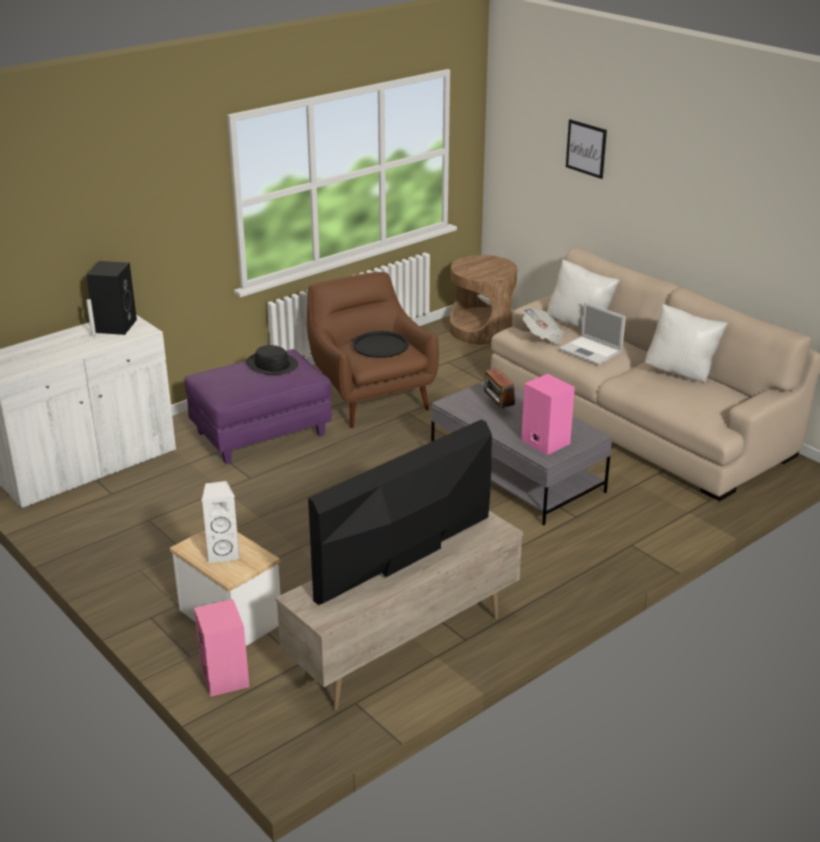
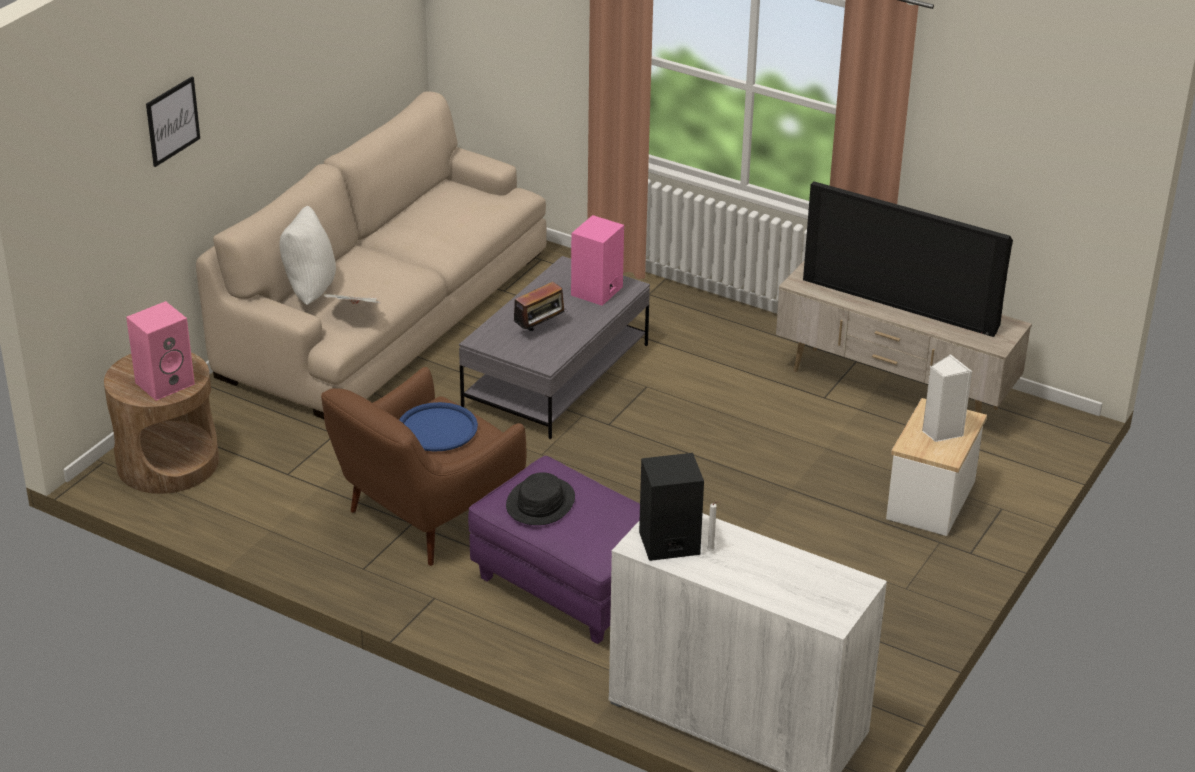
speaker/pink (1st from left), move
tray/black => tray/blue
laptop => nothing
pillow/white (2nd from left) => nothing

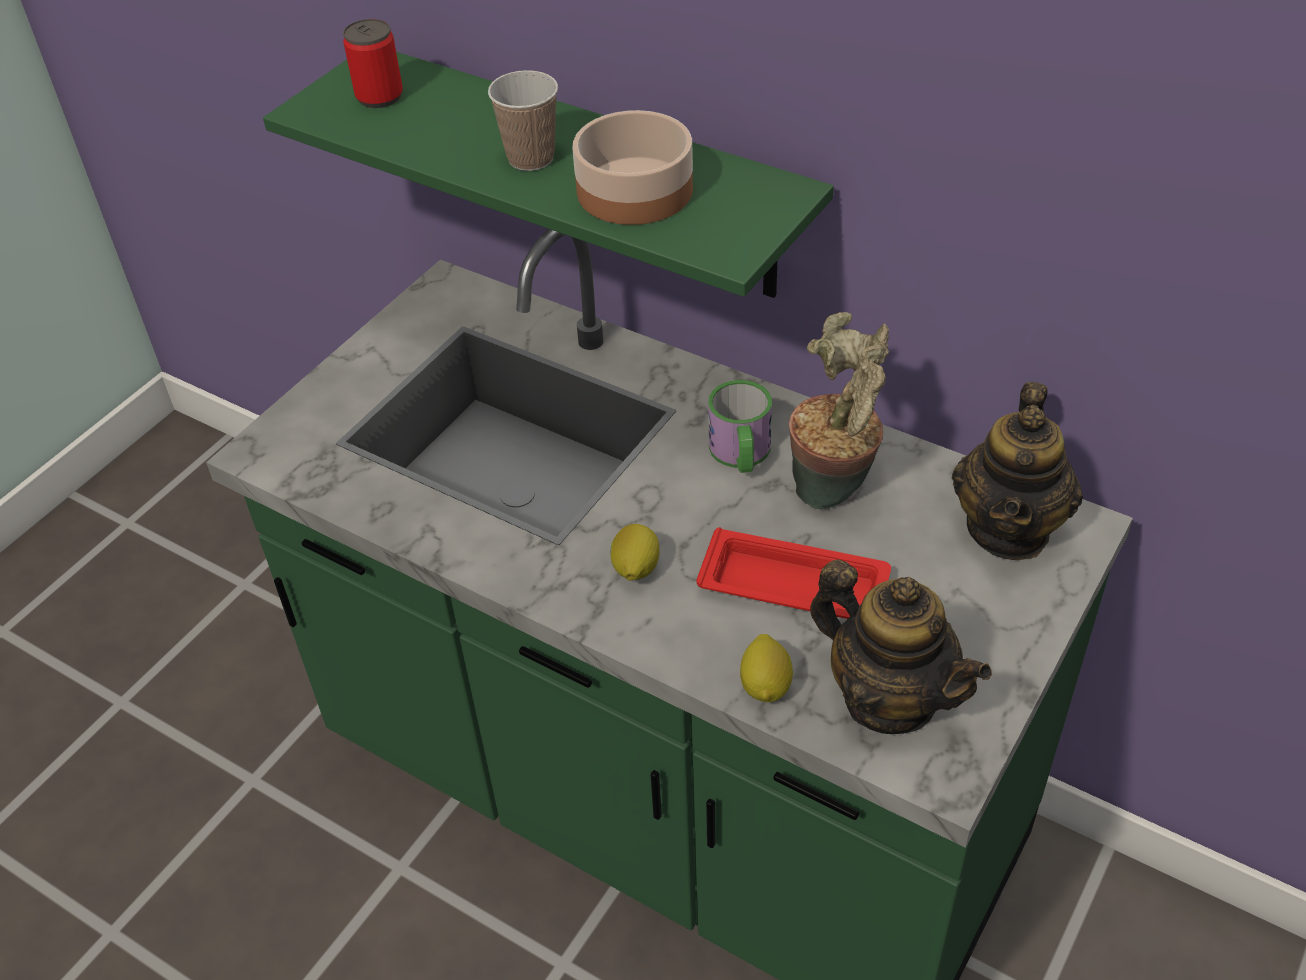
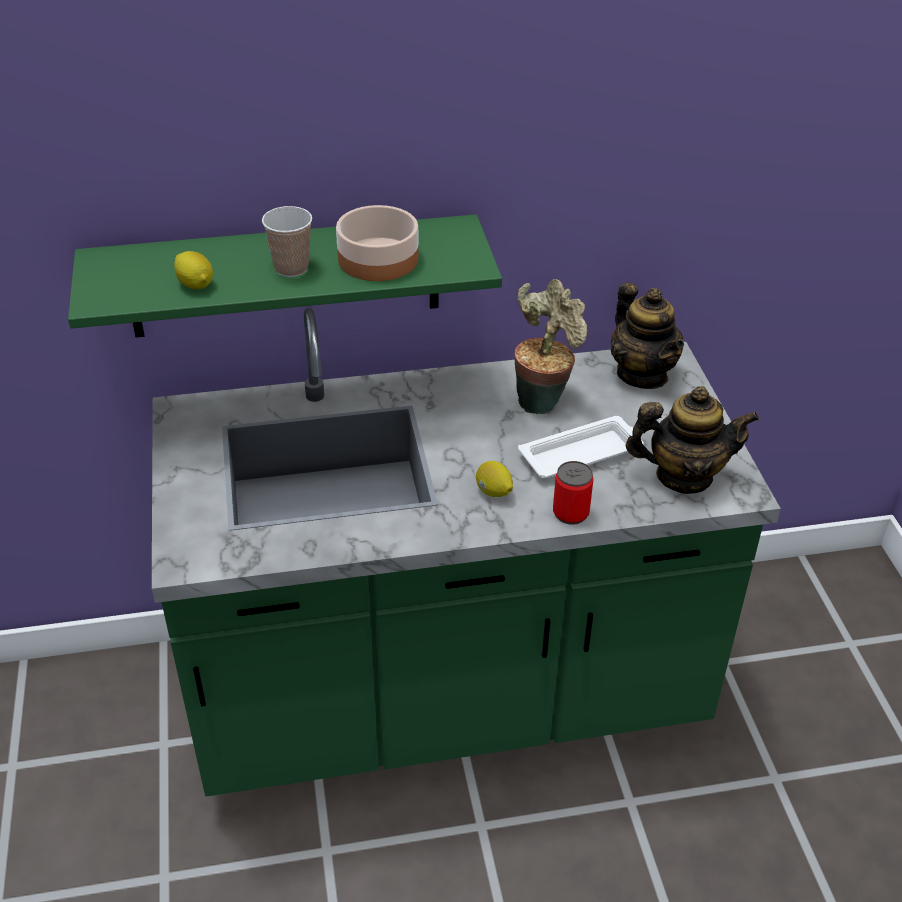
lemon (2nd from left in the first image) => lemon (1st from left), move
tray/red => tray/white
can, move
mug => nothing

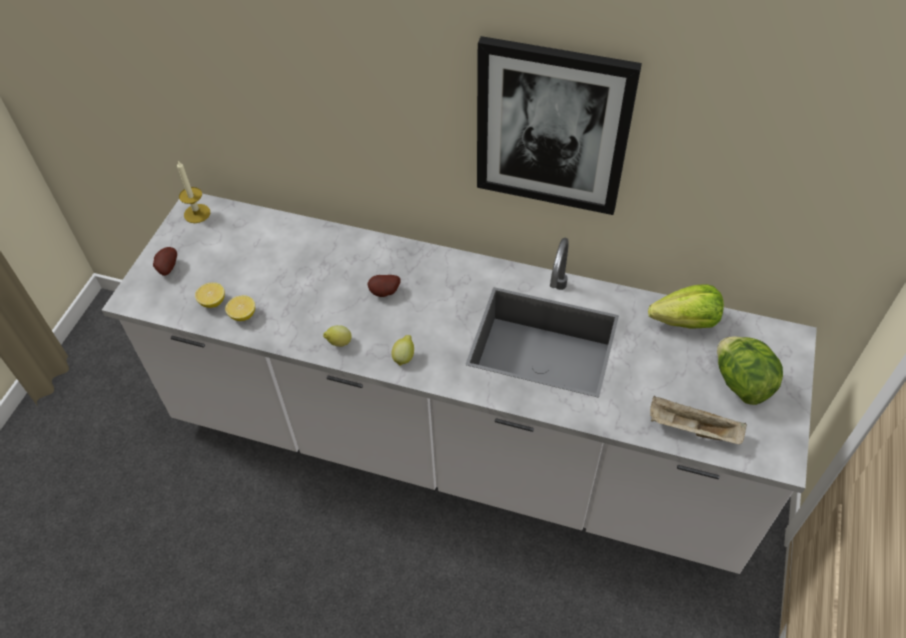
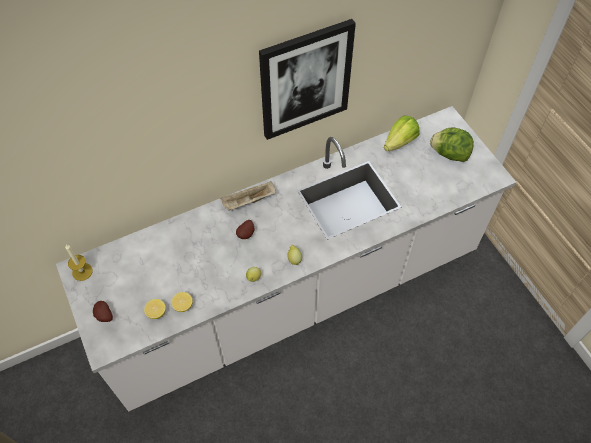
tray/beige, move

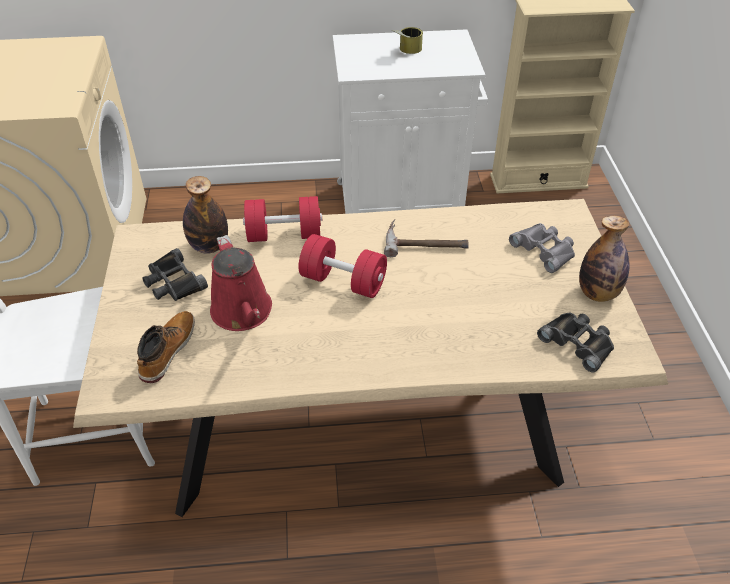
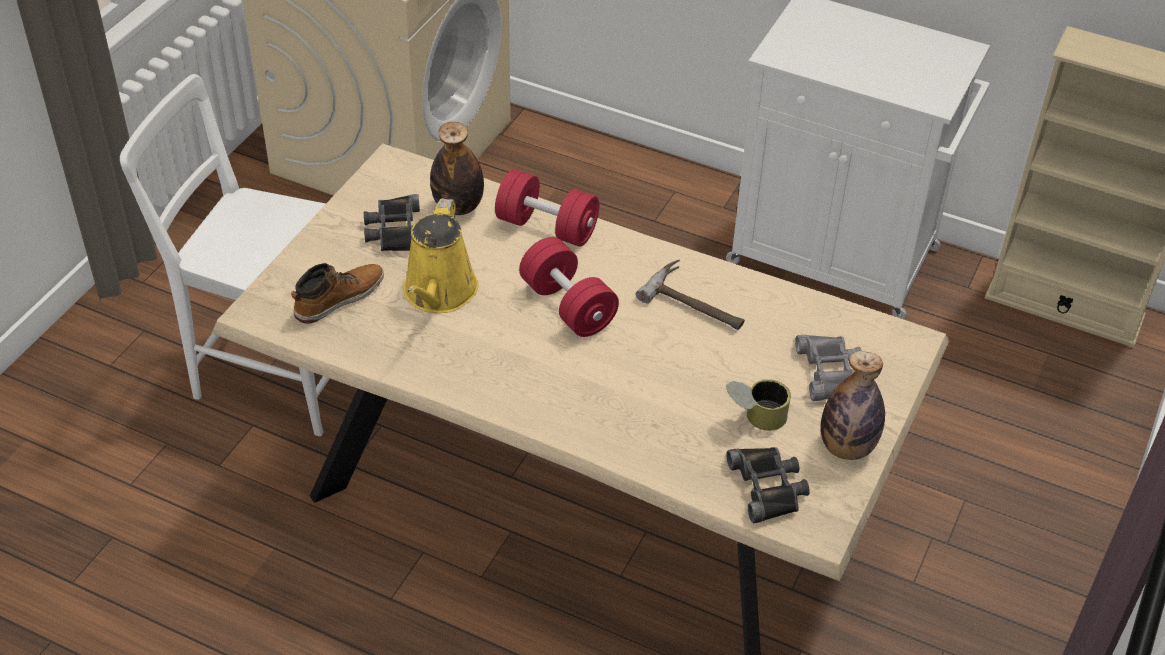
watering can/red => watering can/yellow
can, move

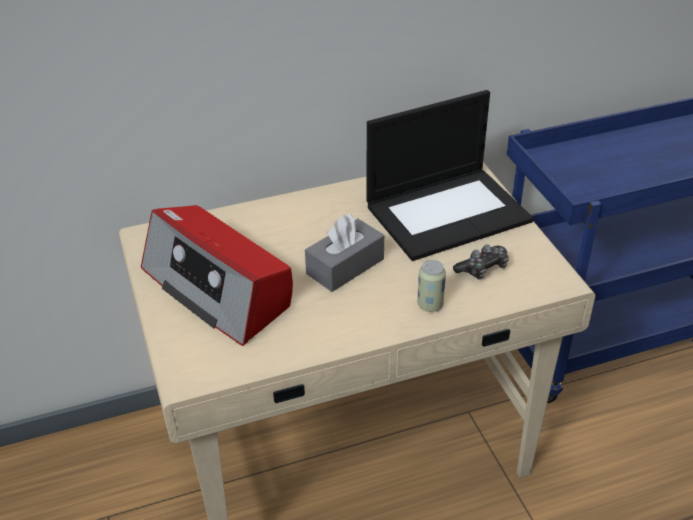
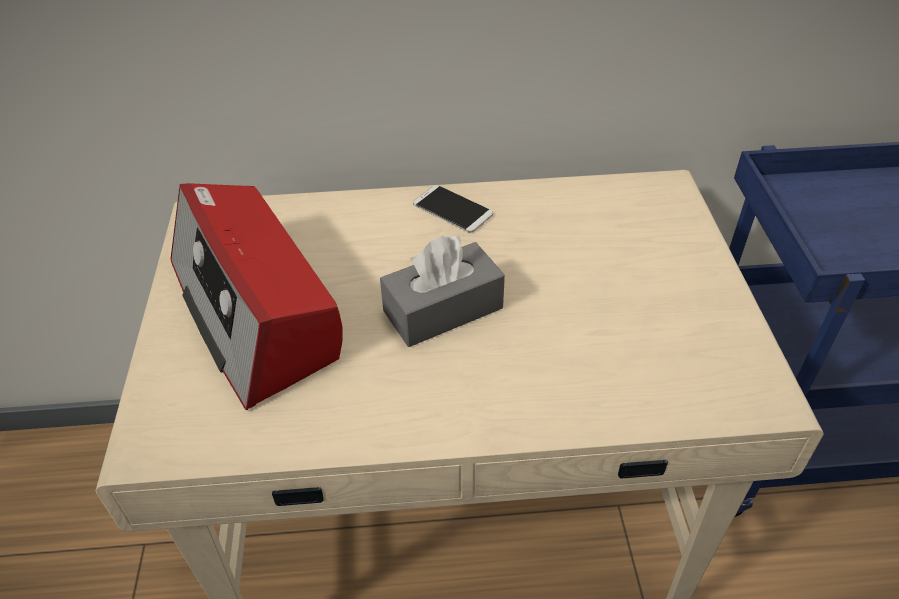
nothing => phone
laptop => nothing
can => nothing
game controller => nothing

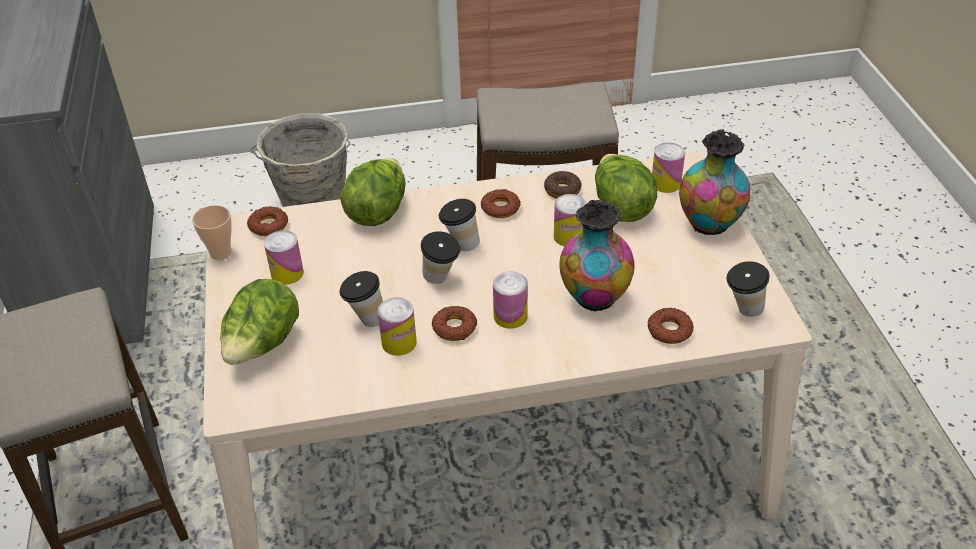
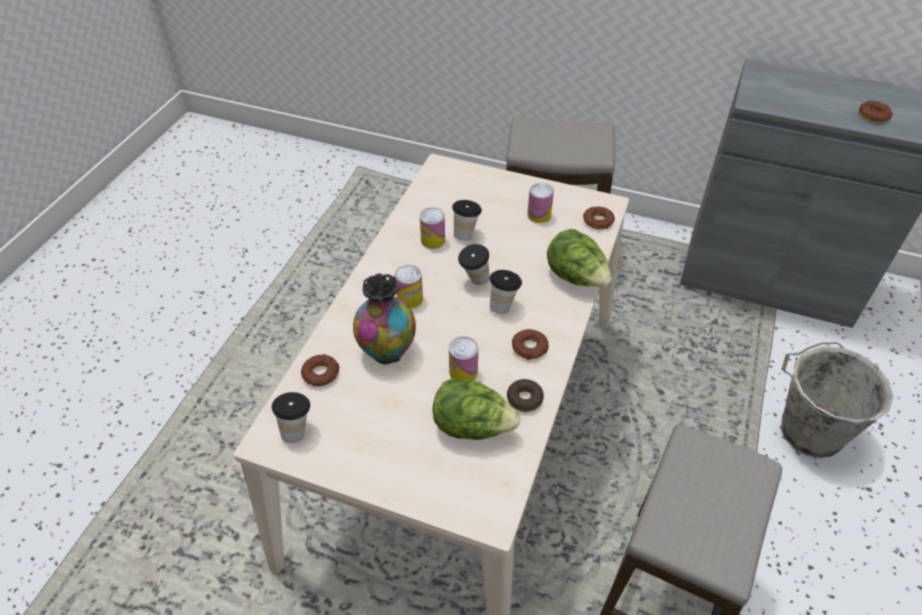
donut (2nd from left in the first image) => donut (5th from left), move
cup (1st from left) => nothing
lettuce (1st from left) => nothing
can (5th from left) => nothing
vase (2nd from left) => nothing

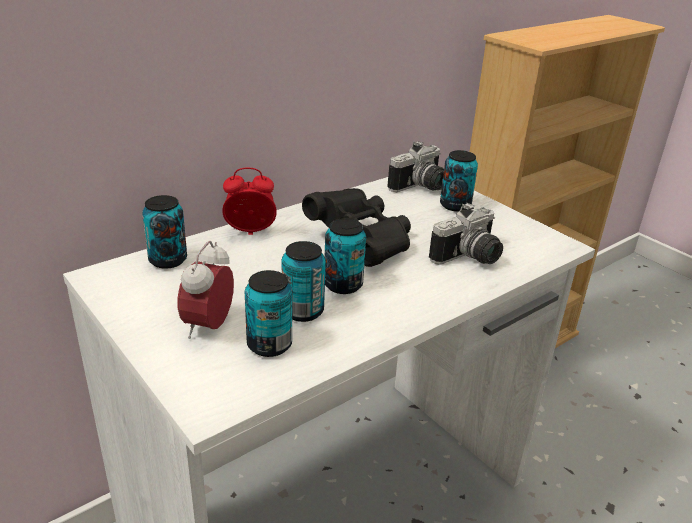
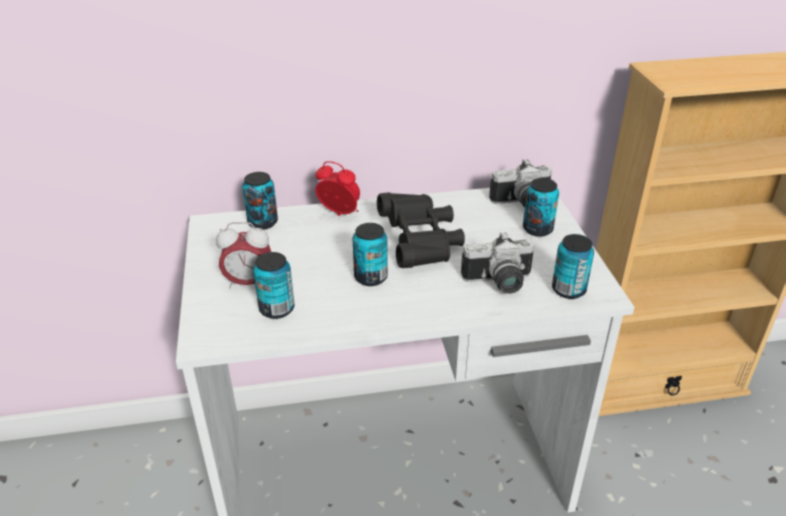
alarm clock (1st from left), 135 degrees counterclockwise
can (3rd from left in the first image) => can (5th from left), move

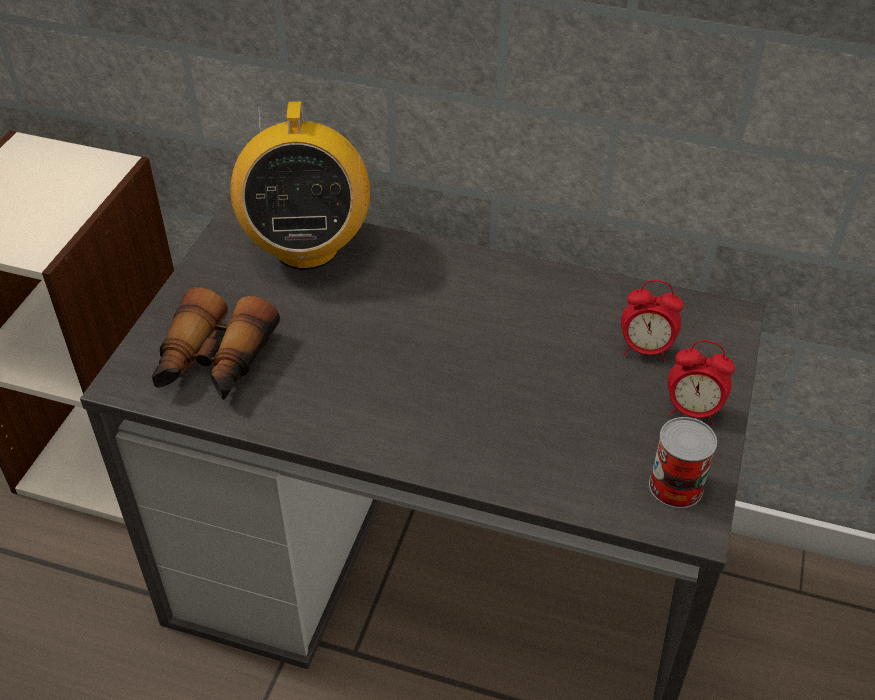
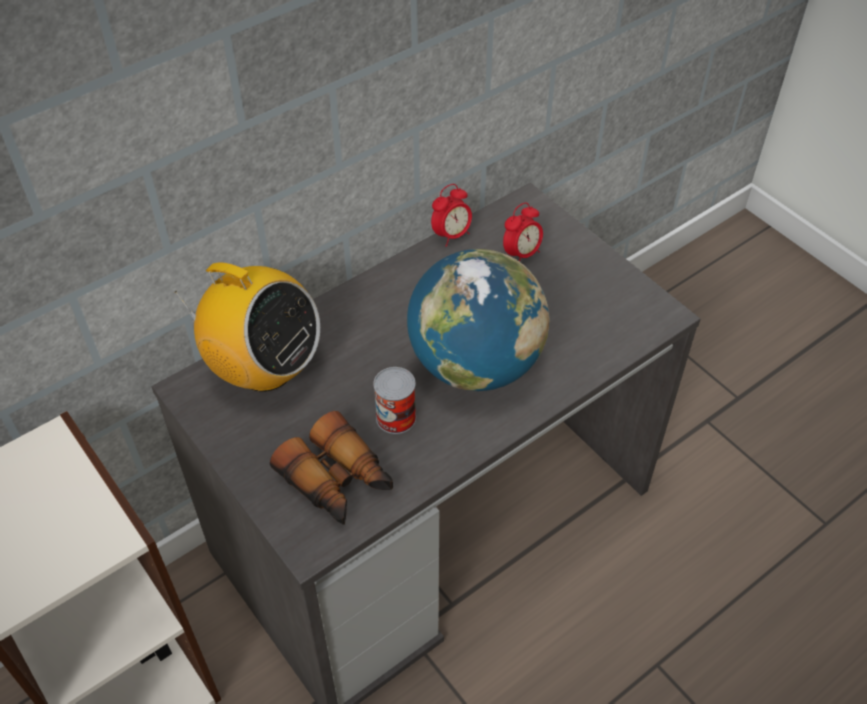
can, move
nothing => globe
alarm clock (2nd from left in the first image) => alarm clock (1st from left), move

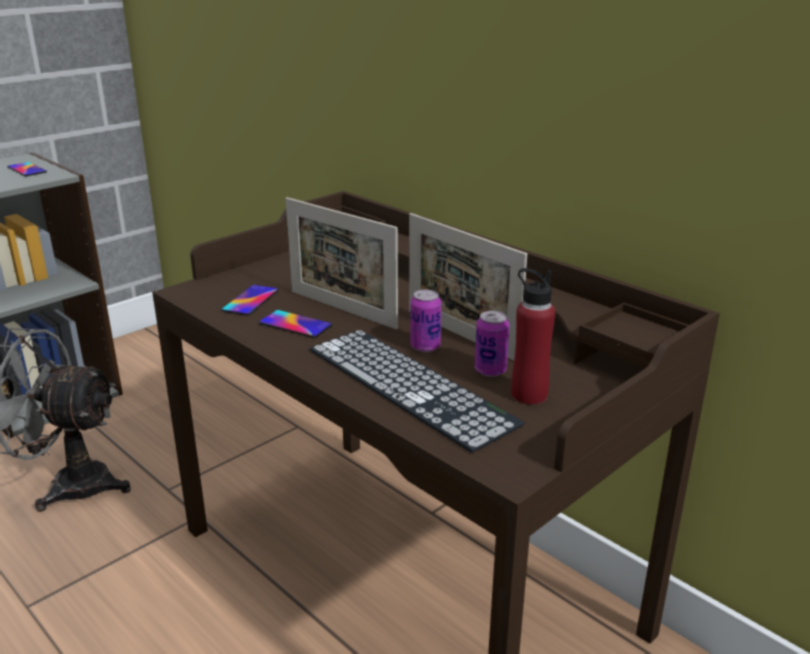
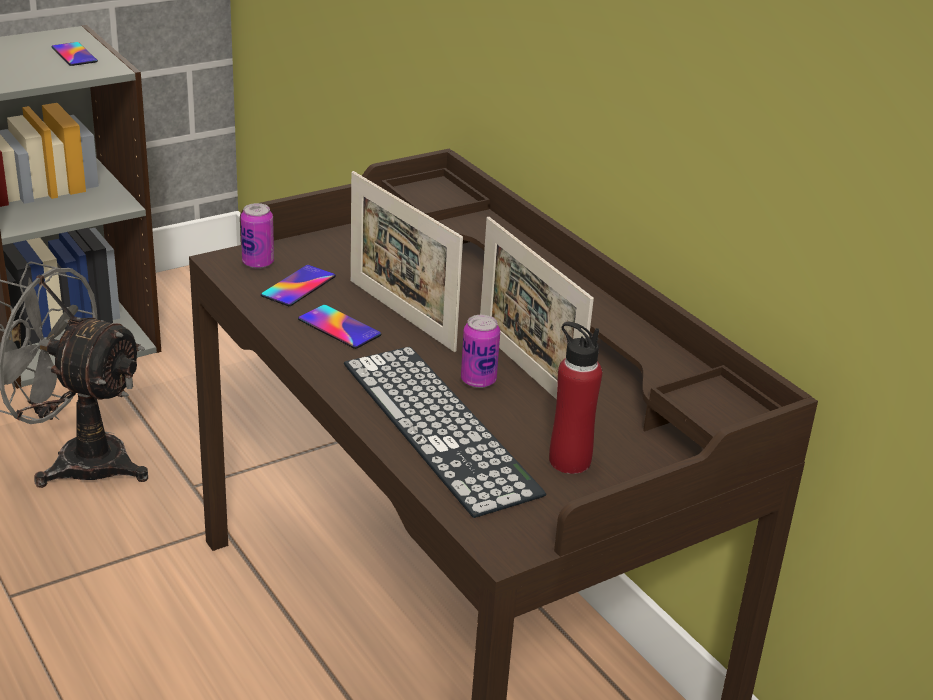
can (2nd from left in the first image) => can (1st from left), move

